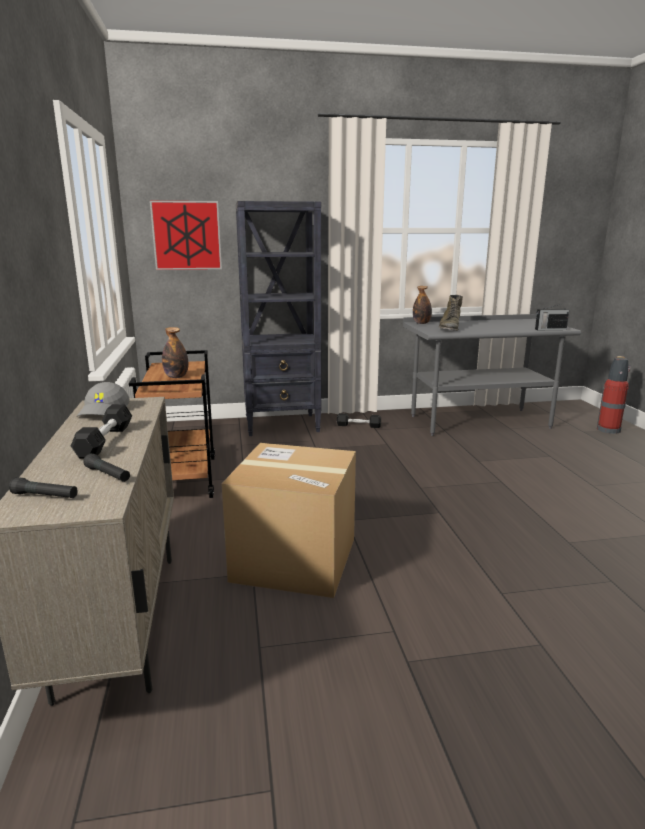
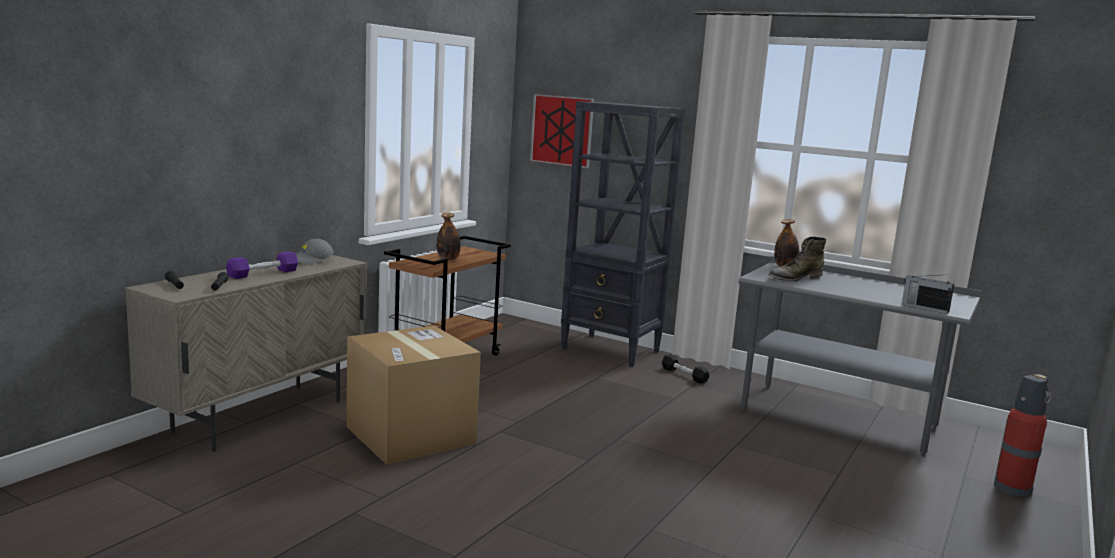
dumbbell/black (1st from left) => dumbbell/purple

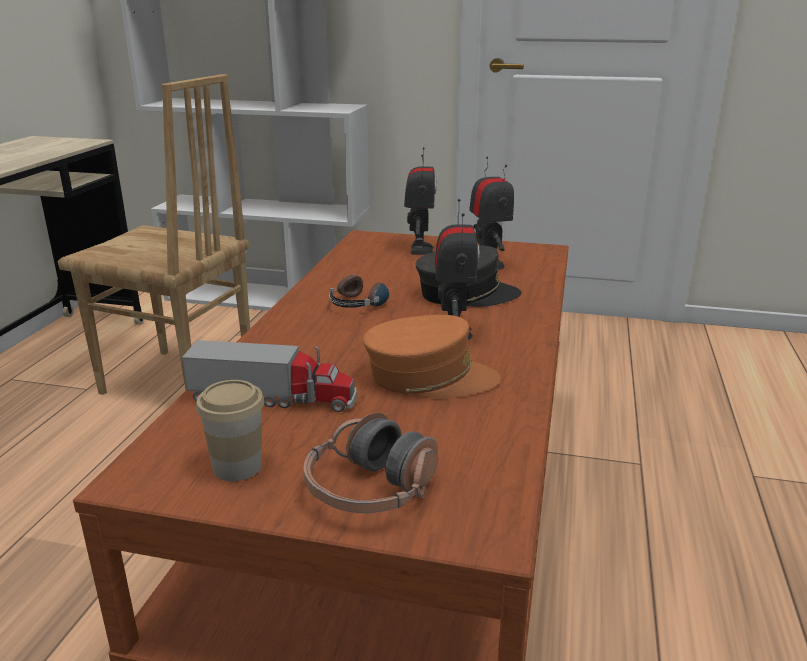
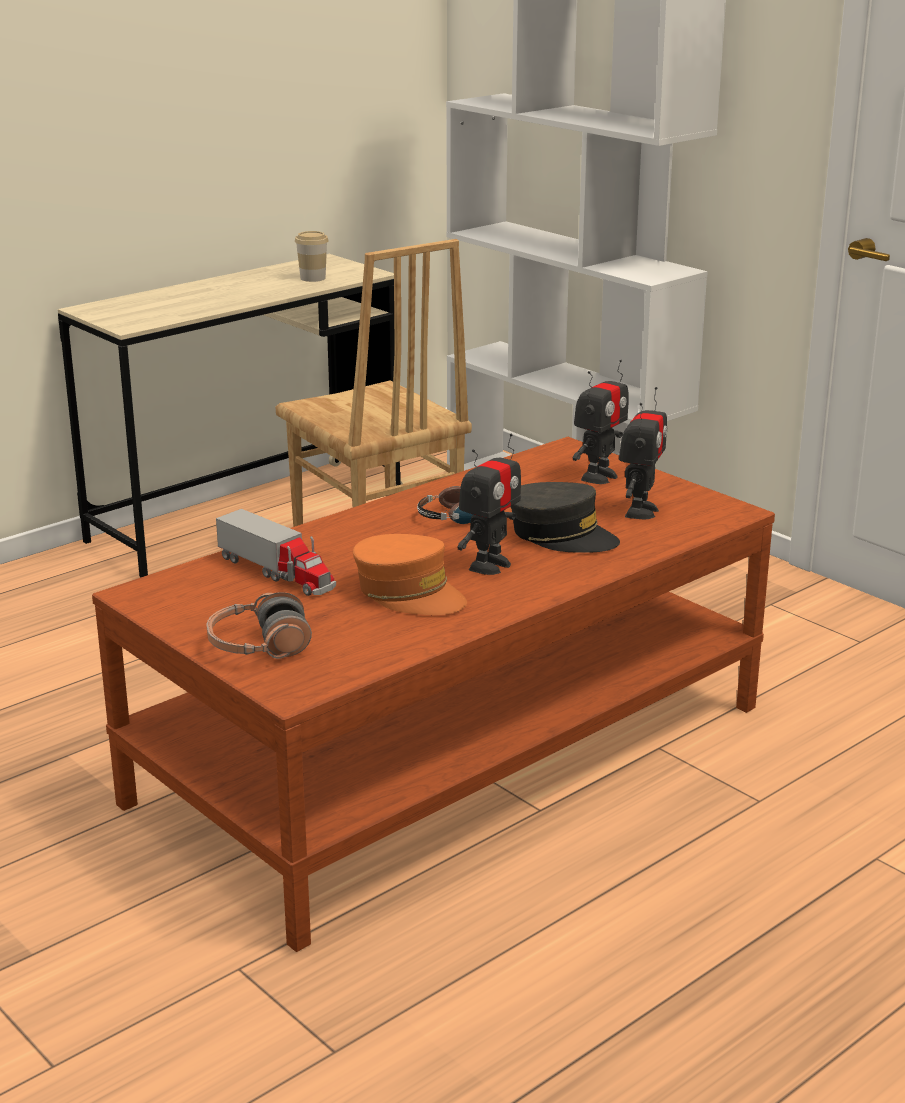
cup, move

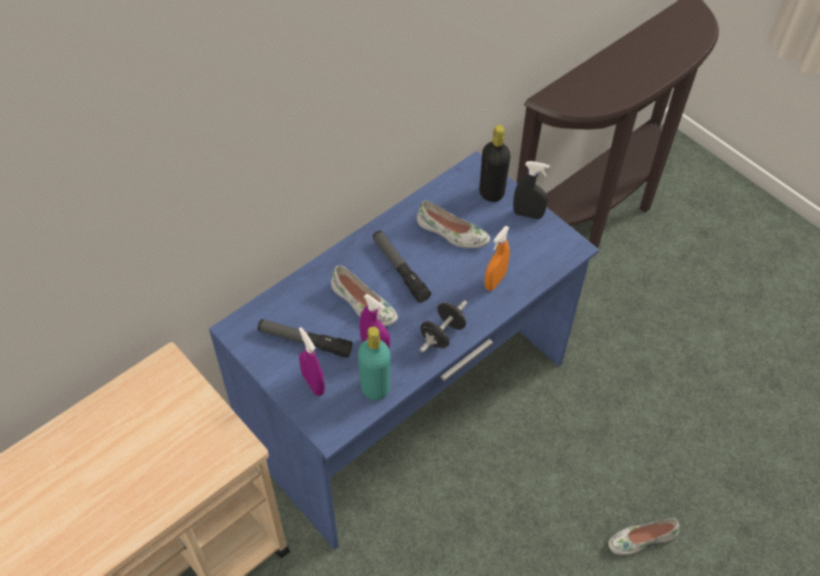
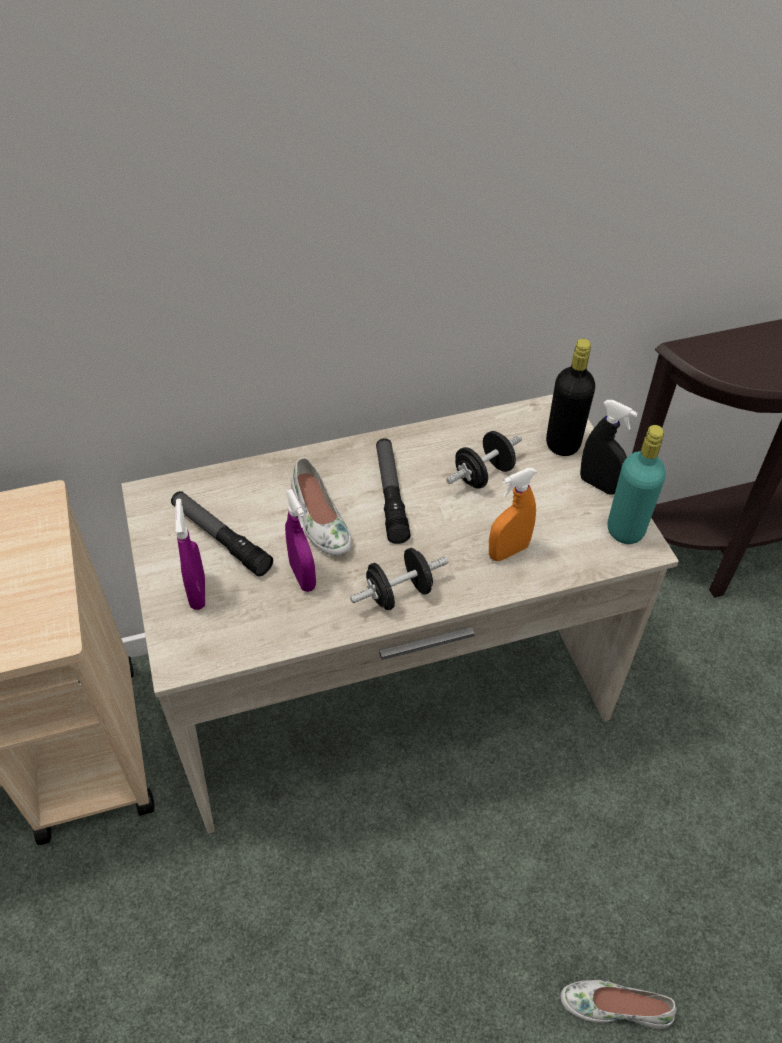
desk/blue => desk/beige
shoe/white (2nd from left) => dumbbell/black (2nd from left)
bottle/turquoise, move

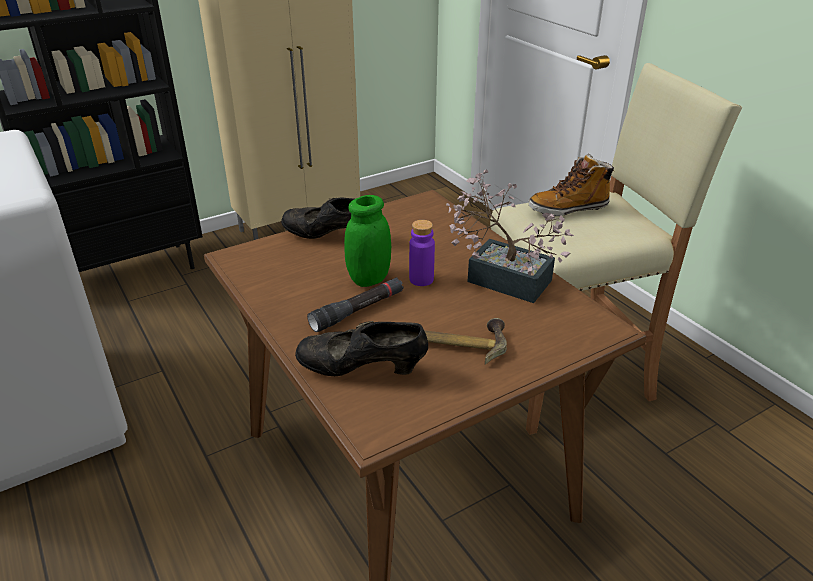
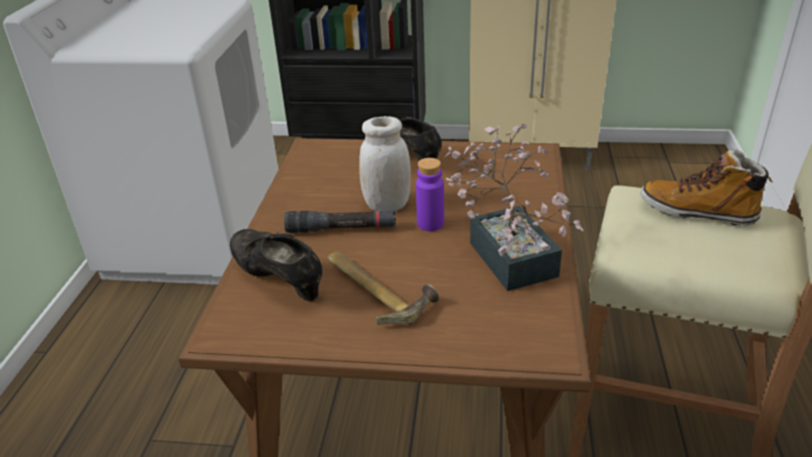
jar/green => jar/white

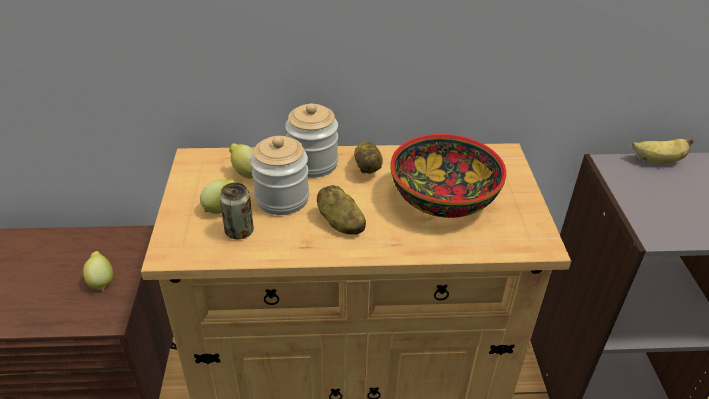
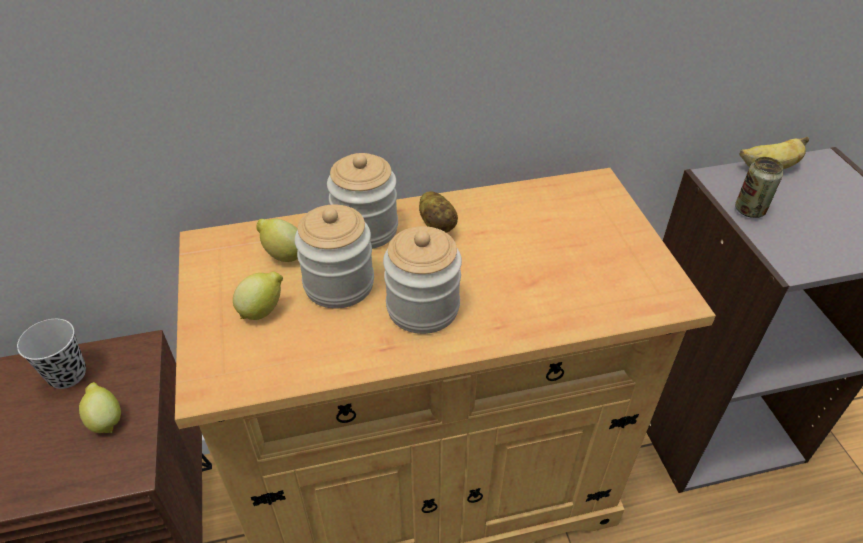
nothing => cup/black
potato (1st from left) => jar (3rd from left)
can, move
bowl => nothing

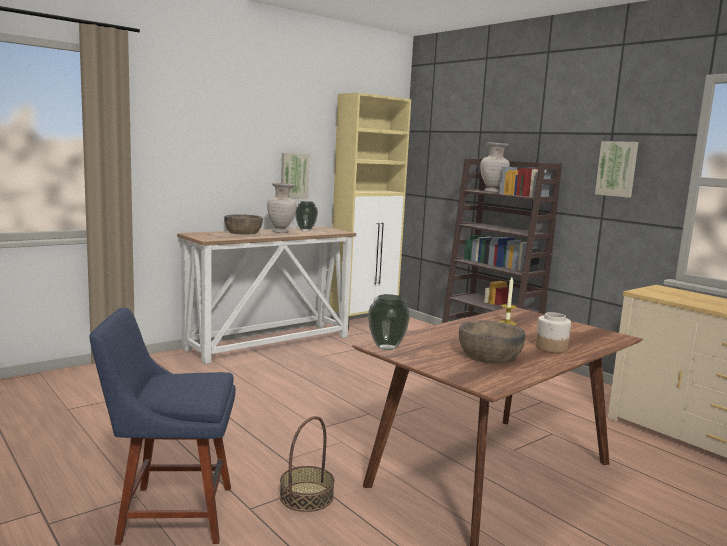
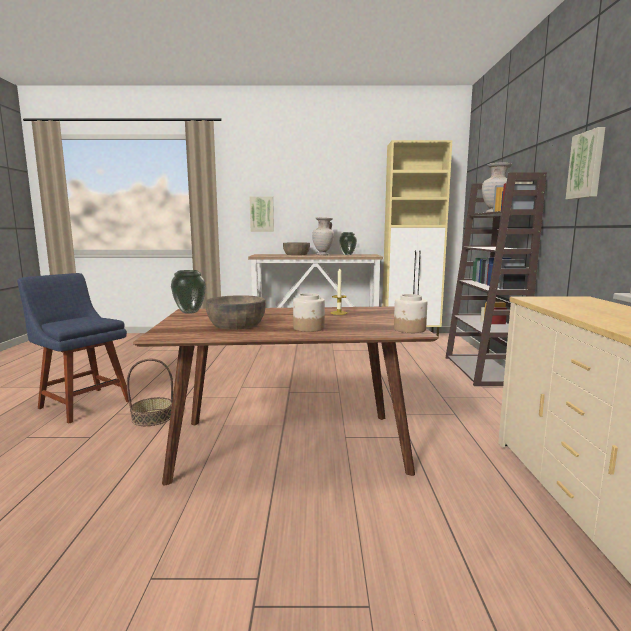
picture (1st from left), move
nothing => jar (2nd from left)

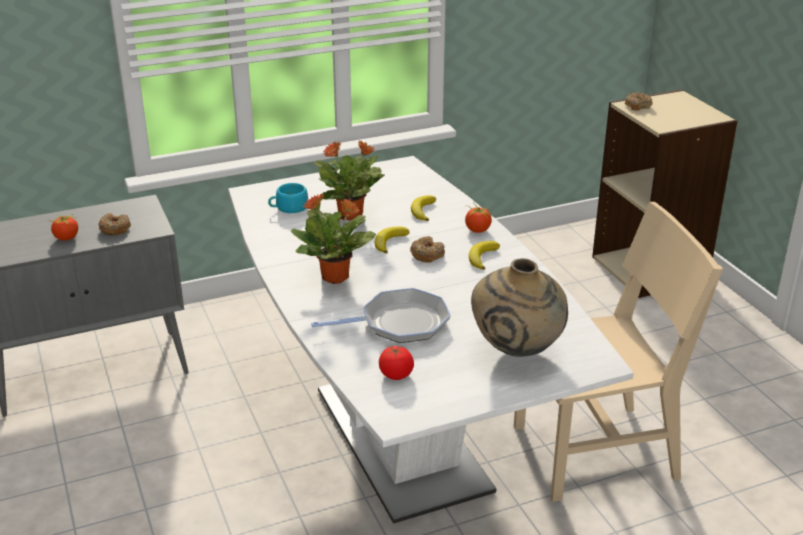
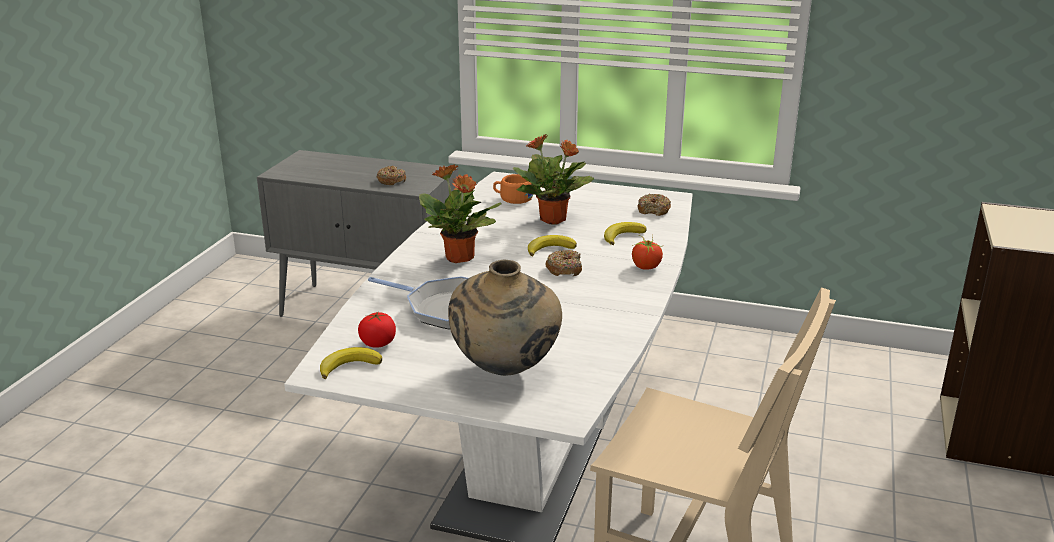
banana (3rd from left in the first image) => banana (1st from left), move
cup/turquoise => cup/orange
donut (3rd from left), move
tomato (1st from left) => nothing

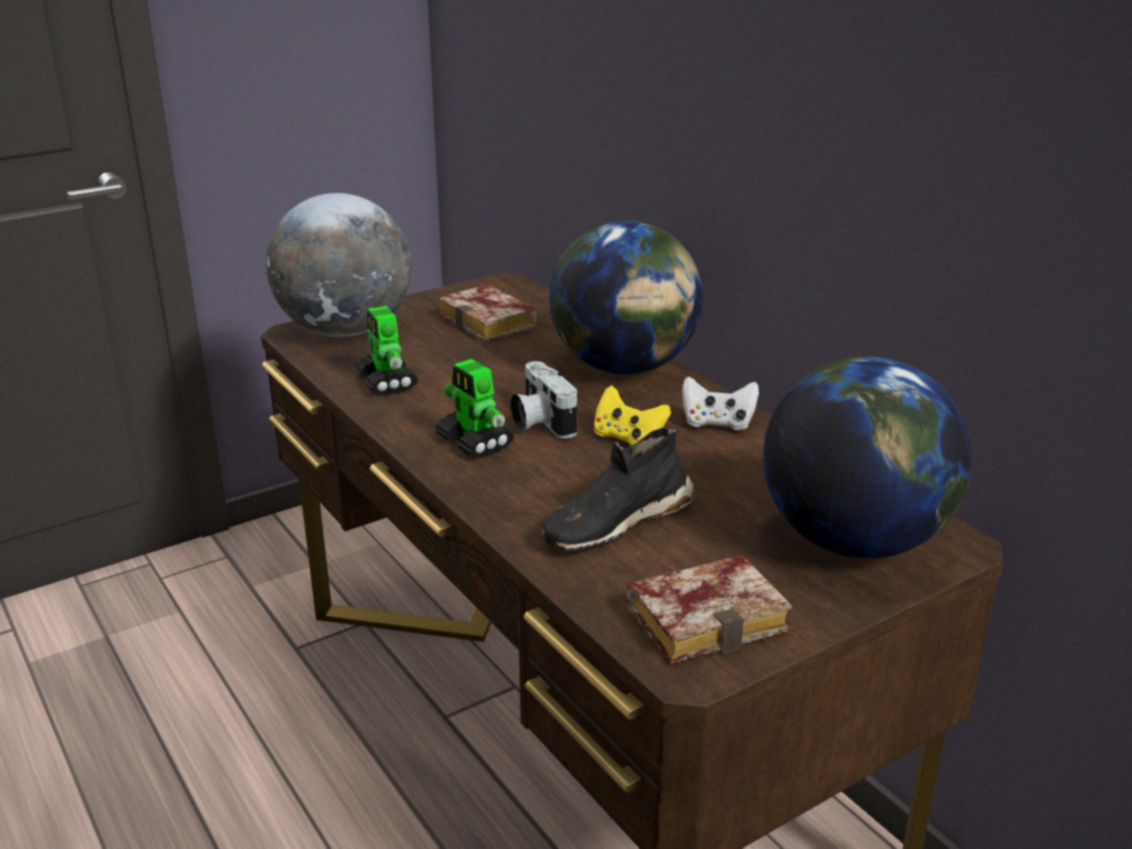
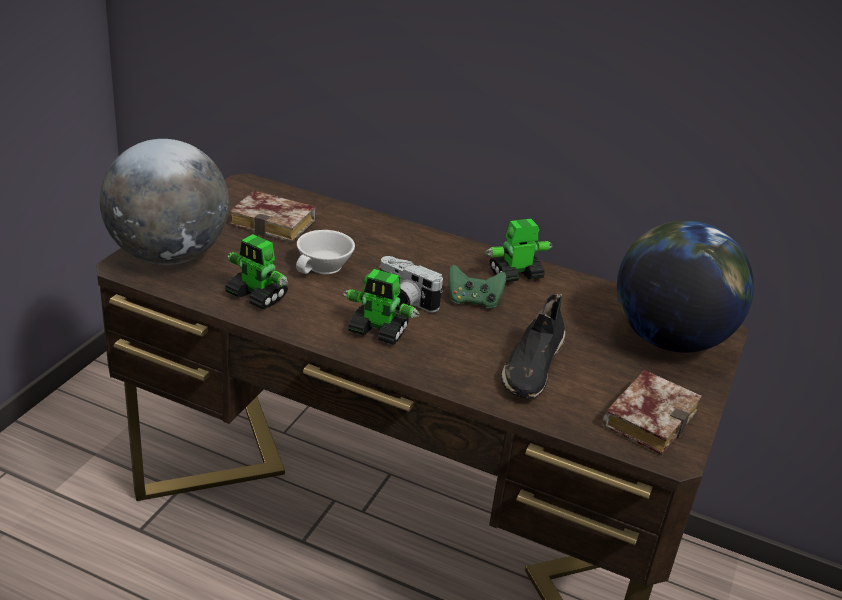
nothing => cup/white
game controller/yellow => game controller/green
game controller/white => toy robot (3rd from left)
globe (2nd from left) => nothing

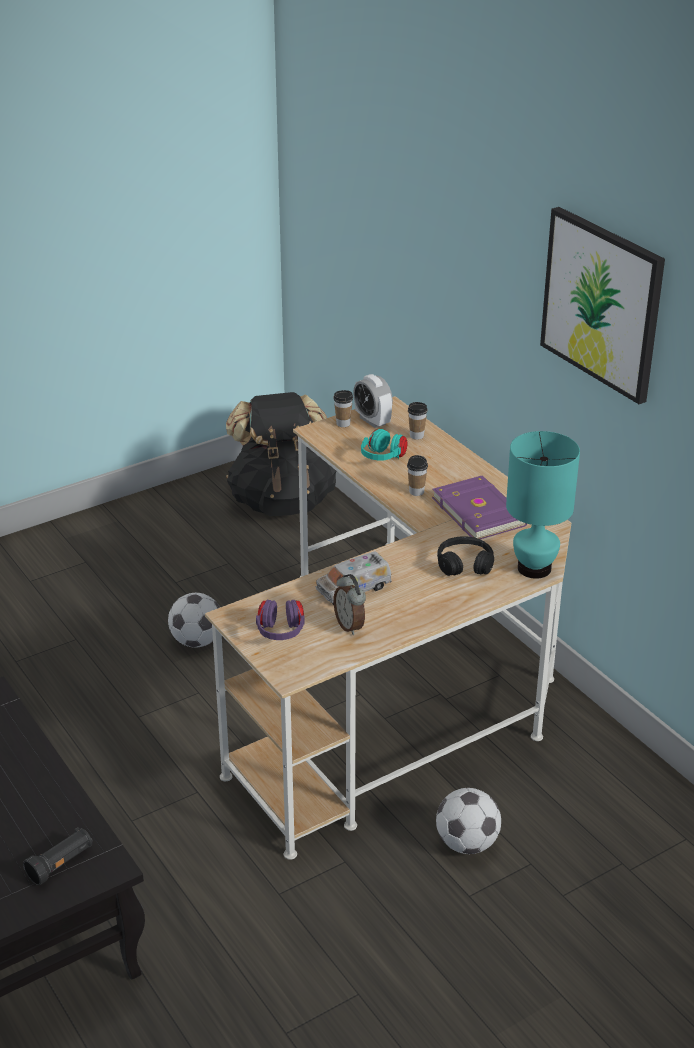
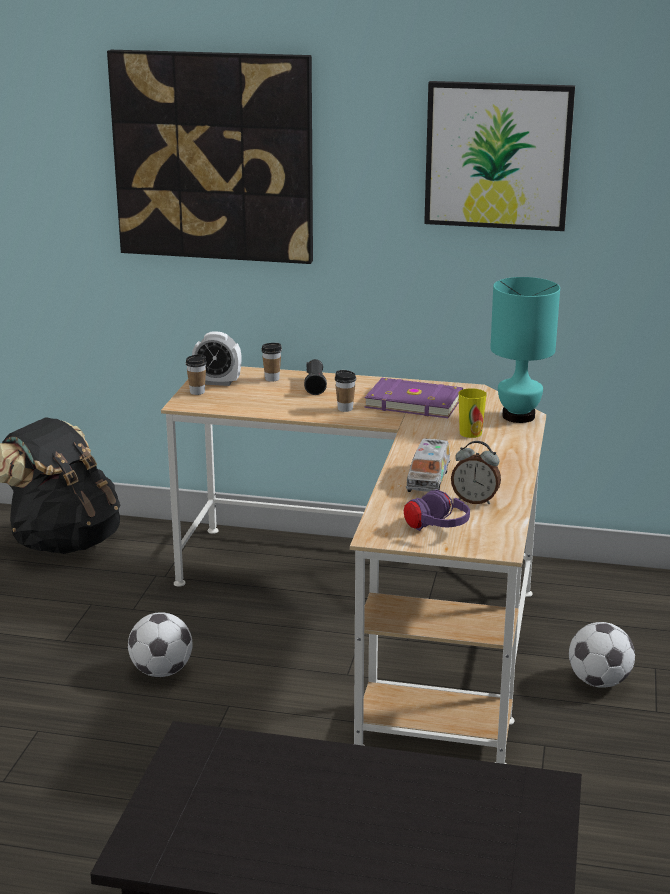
nothing => picture (1st from left)
flashlight/black, move
headphones/black => cup (4th from left)
headphones/turquoise => nothing

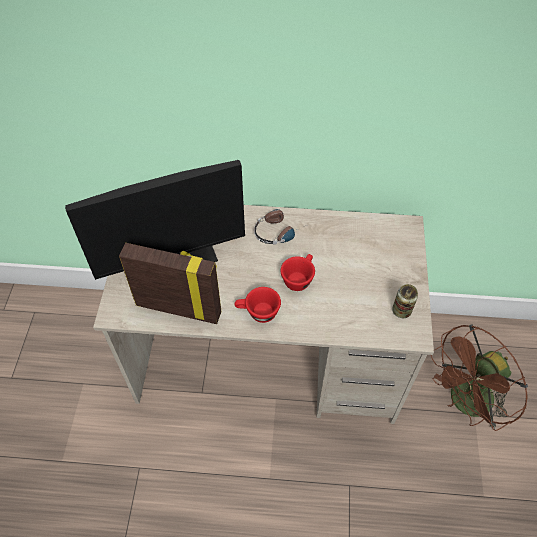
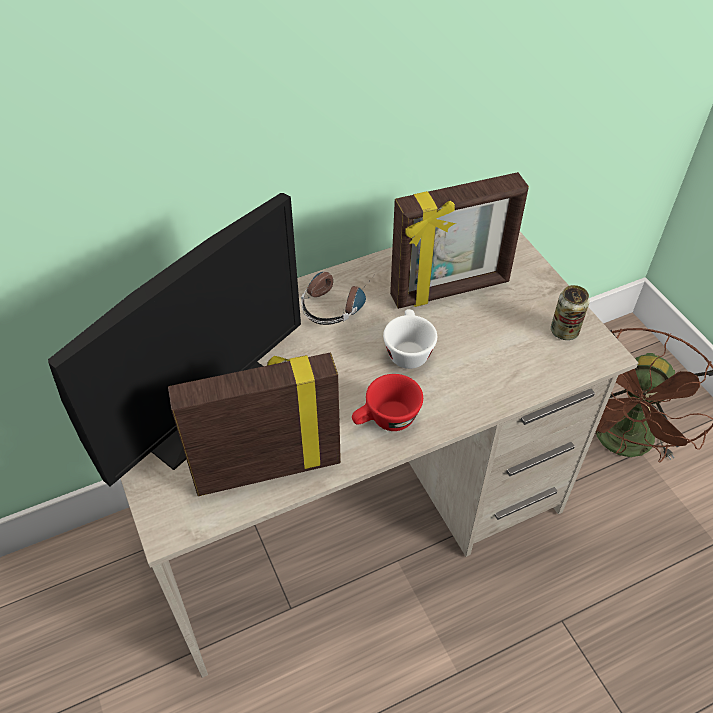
cup/red (2nd from left) => cup/white
nothing => picture frame (2nd from left)

